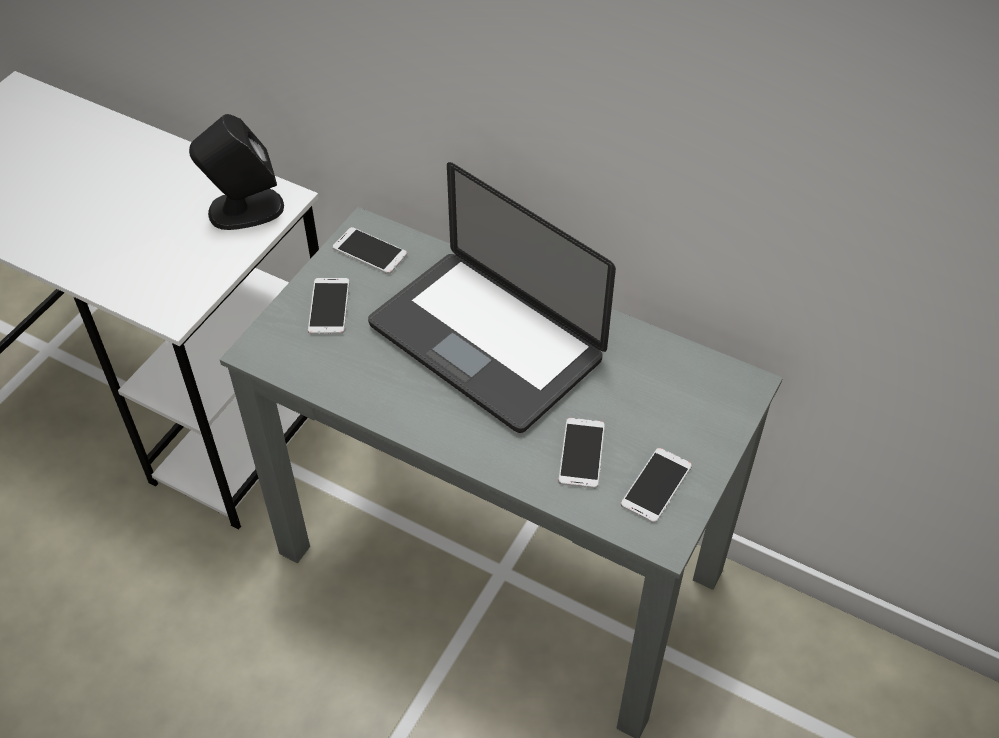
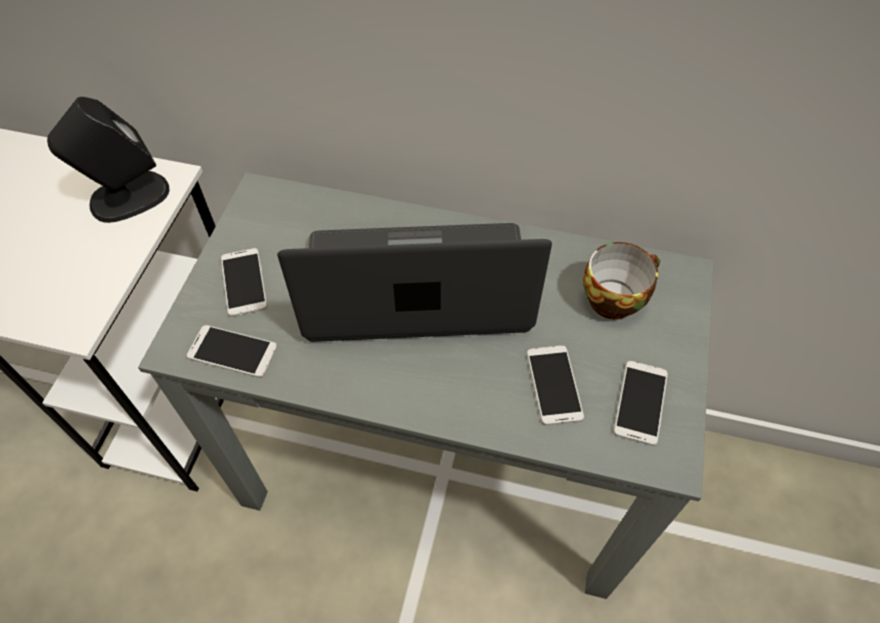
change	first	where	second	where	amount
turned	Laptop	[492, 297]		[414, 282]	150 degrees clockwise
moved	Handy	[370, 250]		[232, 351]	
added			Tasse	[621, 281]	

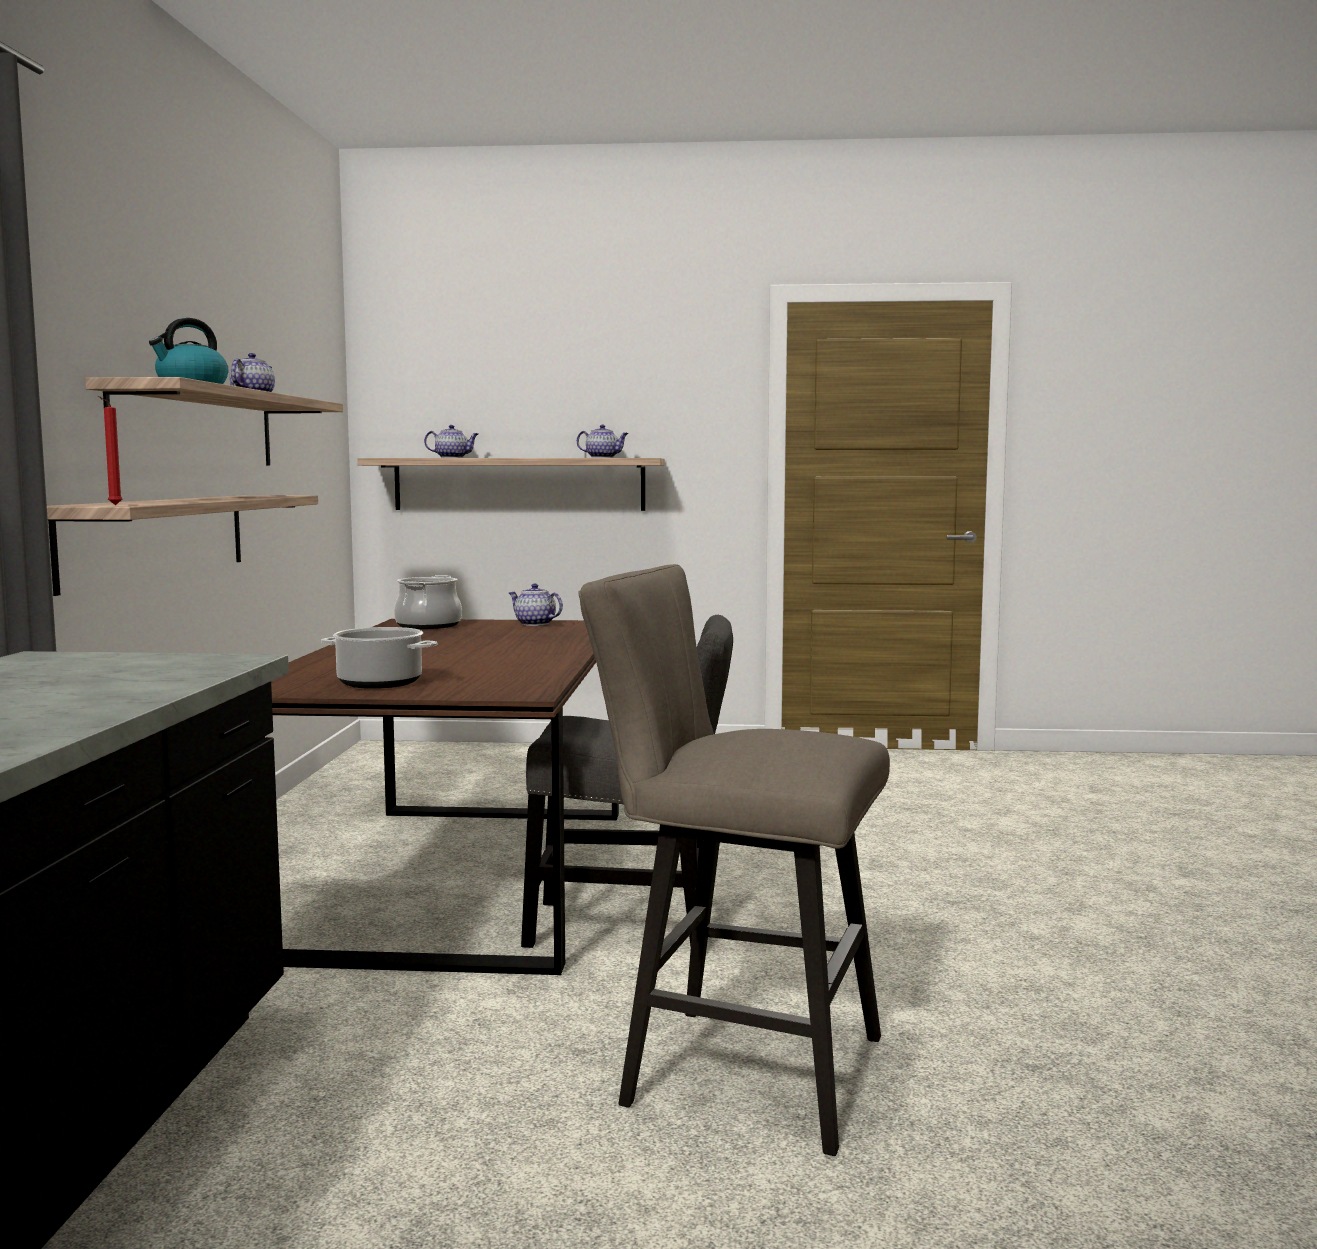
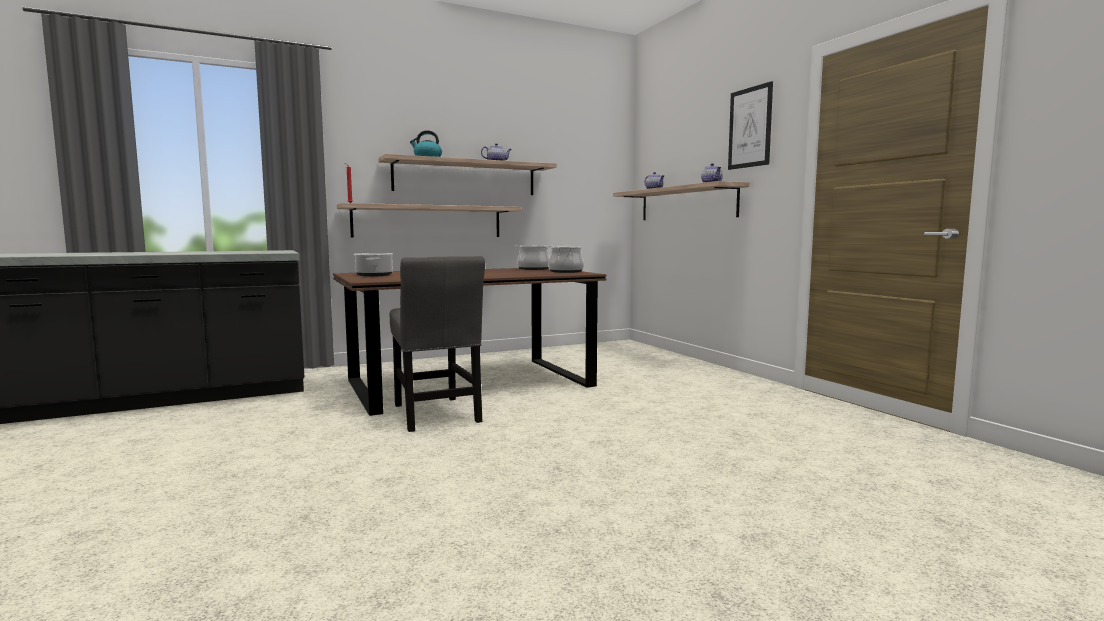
change	first	where	second	where	amount
removed	Hocker/beige	[734, 860]			
replaced	Teekanne	[536, 605]	Kochtopf	[566, 259]	
added			Bild	[750, 125]	

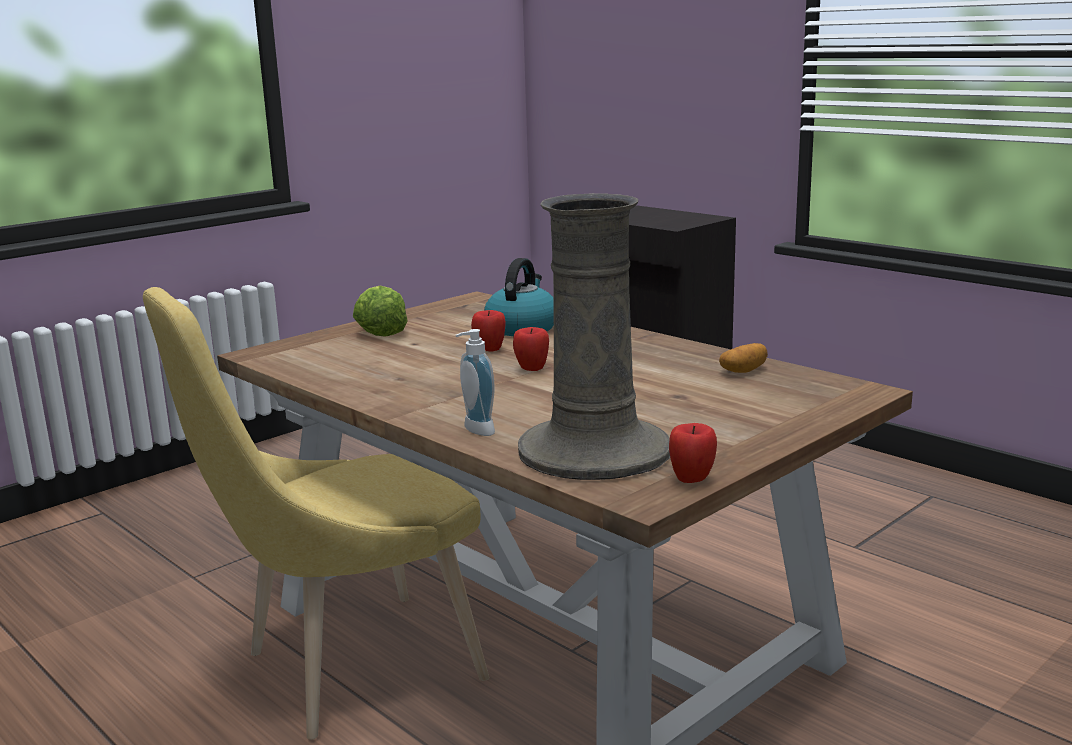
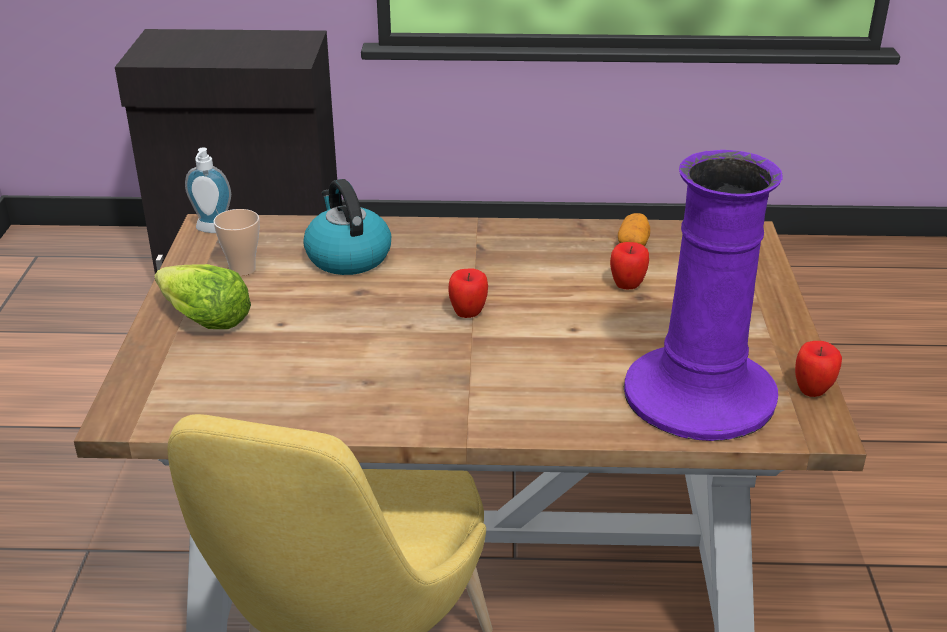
change	first	where	second	where	amount
recoloured	Vase/beige	[594, 336]	Vase/lila	[703, 295]	
moved	Apfel	[488, 331]		[629, 265]	
moved	Seifenspender	[475, 382]		[208, 190]	
added			Tasse	[236, 242]	

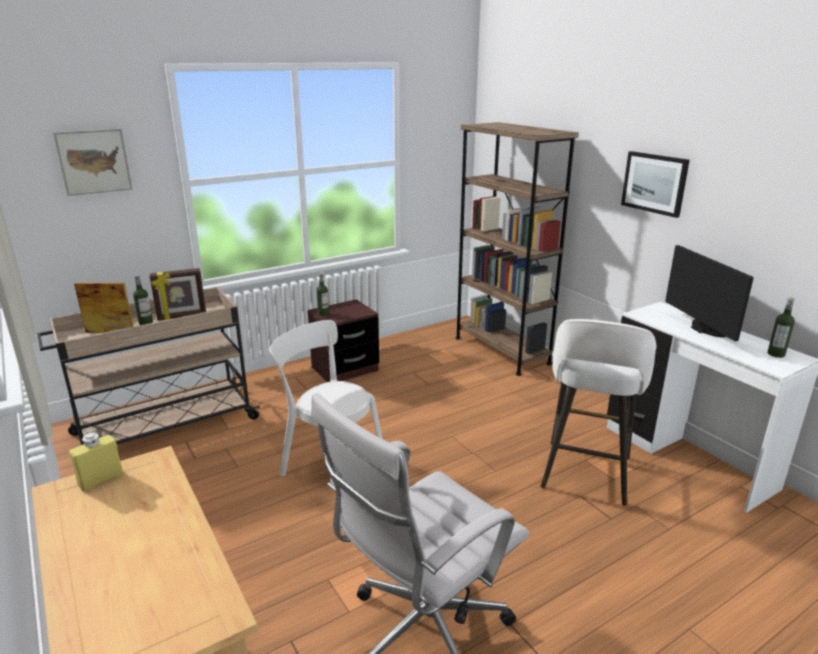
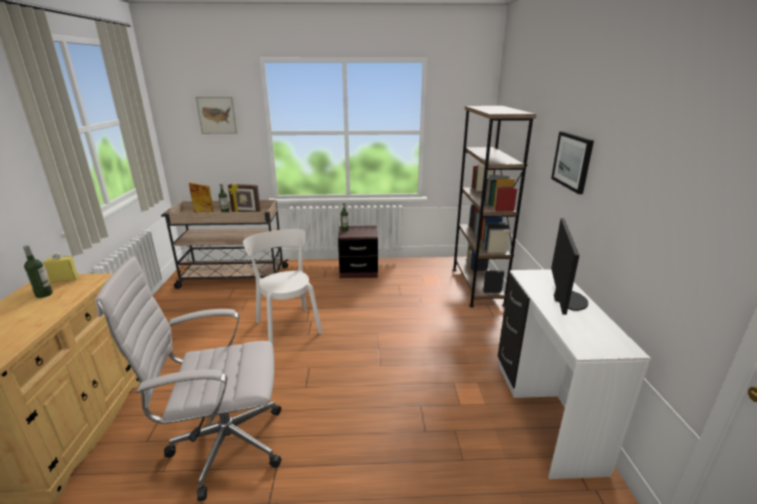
change	first	where	second	where	amount
moved	Flasche	[781, 327]		[38, 271]	
removed	Hocker/weiß	[598, 412]			

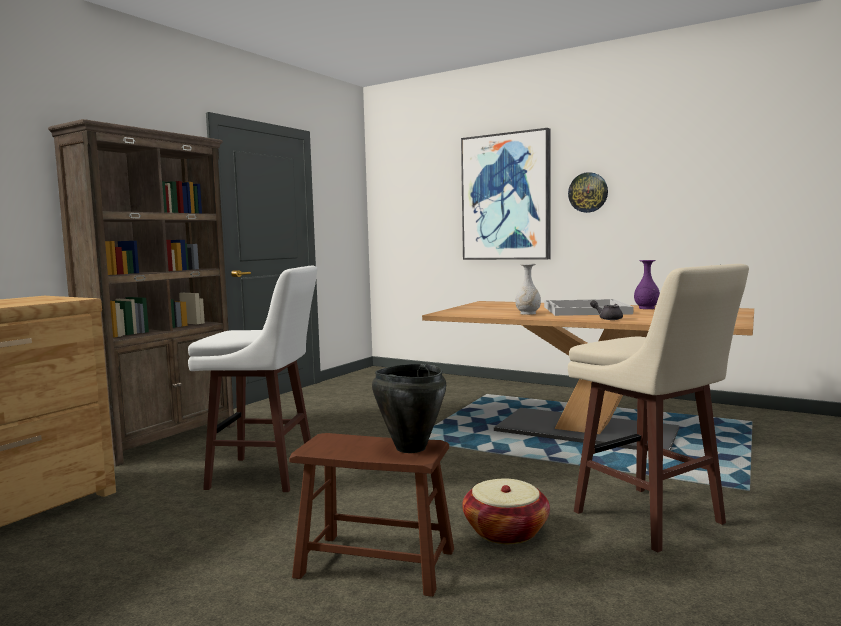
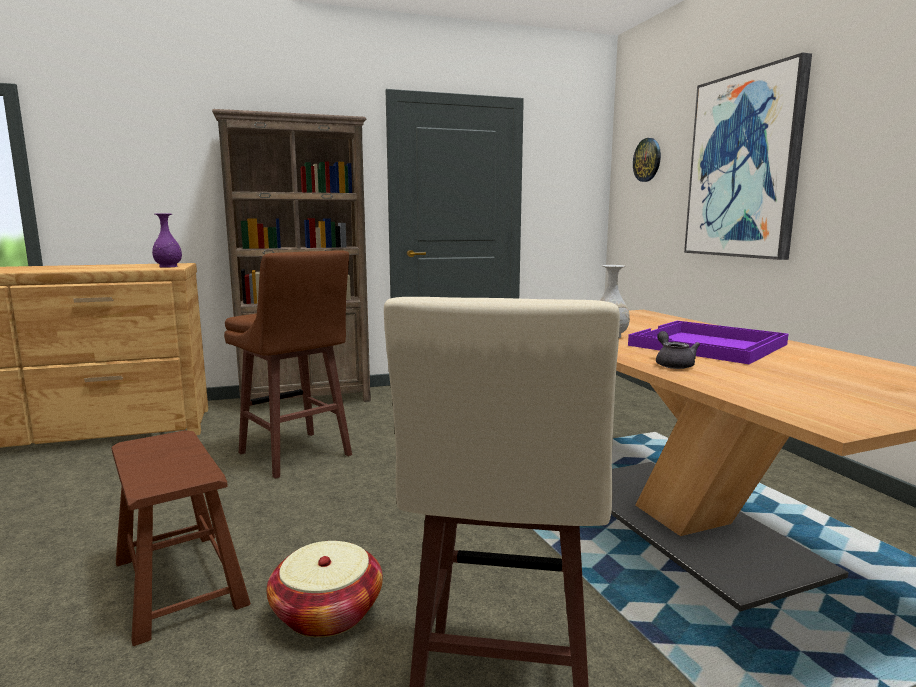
change	first	where	second	where	amount
moved	Wanduhr	[588, 192]		[647, 160]	
moved	Vase/lila	[647, 284]		[167, 241]	
recoloured	Hocker/weiß	[252, 379]	Hocker/braun	[288, 364]	
recoloured	Tablett/weiß	[588, 307]	Tablett/lila	[708, 342]	
removed	Kochtopf/schwarz	[409, 408]			

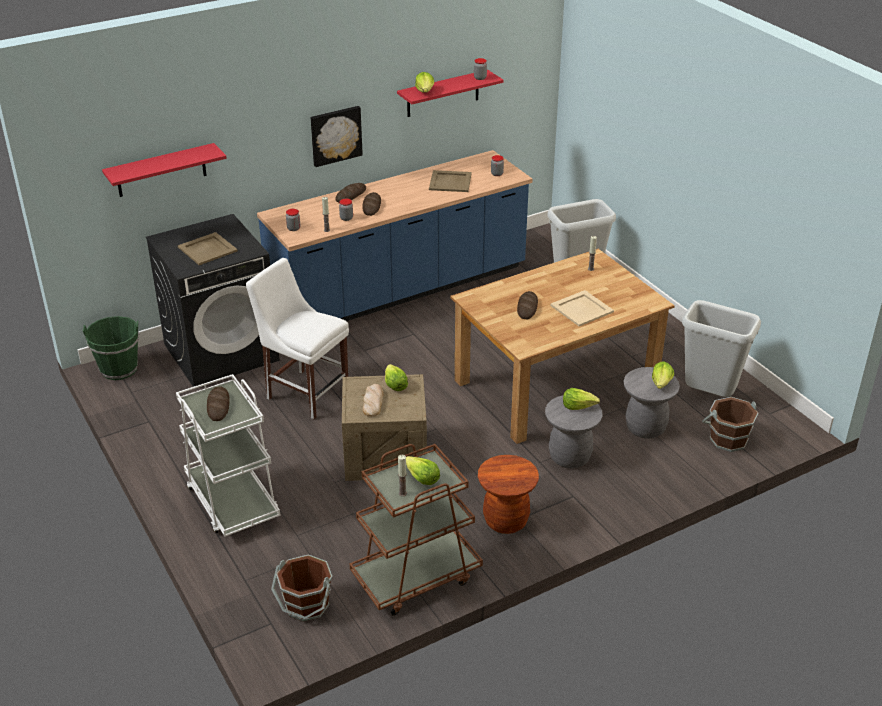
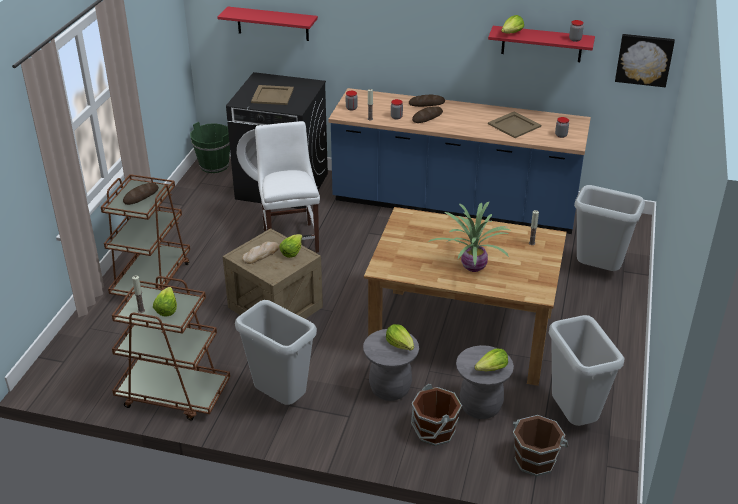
change	first	where	second	where	amount
moved	Bild	[337, 136]		[645, 60]	
replaced	Tablett/beige	[582, 308]	Topfpflanze	[469, 237]	
removed	Brot	[527, 305]			
recoloured	Rollwagen/weiß	[228, 455]	Rollwagen/braun	[145, 235]	
replaced	Hocker/braun	[508, 494]	Mülleimer/grau	[276, 352]	
moved	Eimer/braun	[301, 588]		[436, 415]	

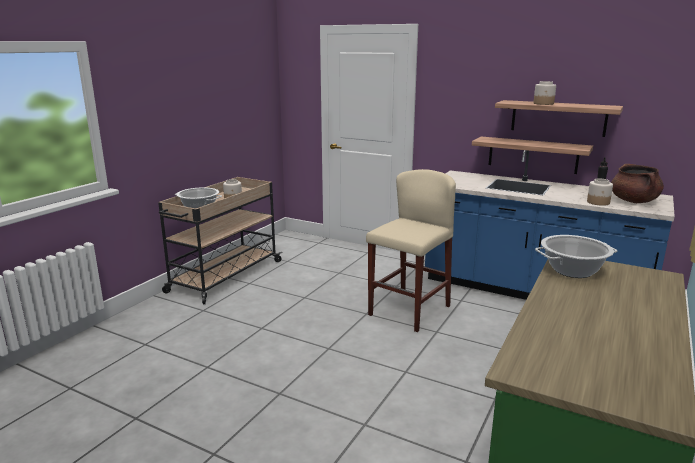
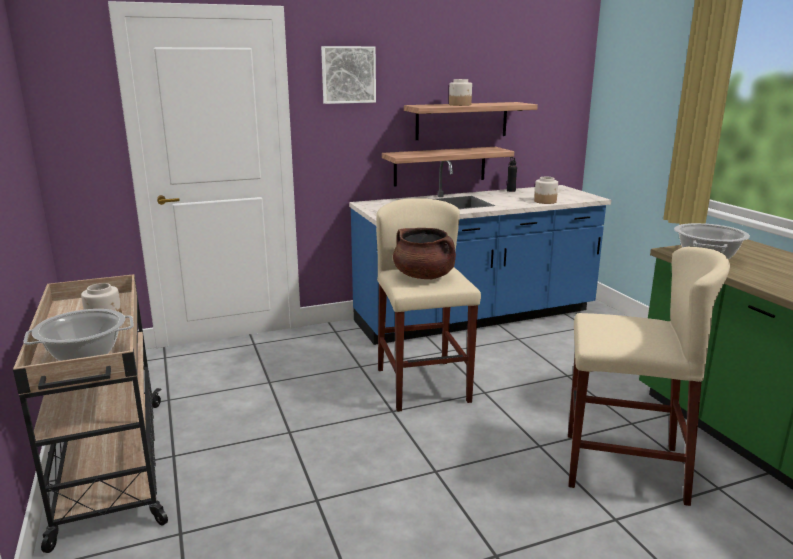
change	first	where	second	where	amount
moved	Kochtopf/braun	[637, 183]		[424, 253]	
added			Bild	[348, 75]	
added			Hocker/beige	[649, 376]	

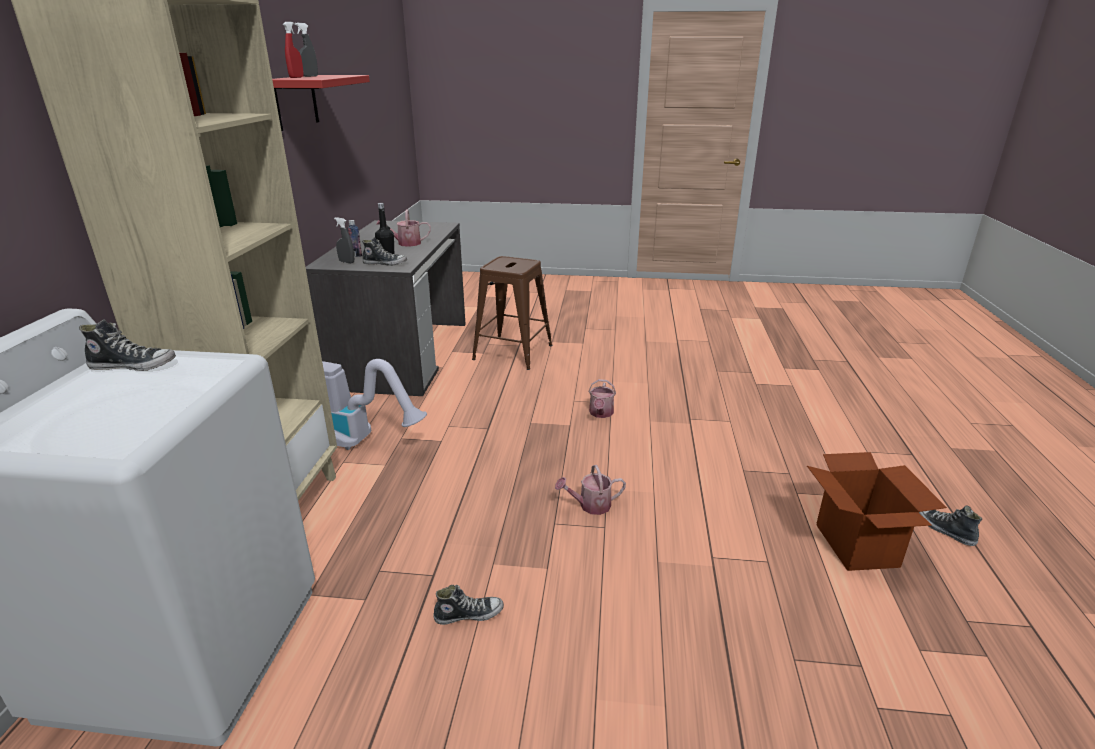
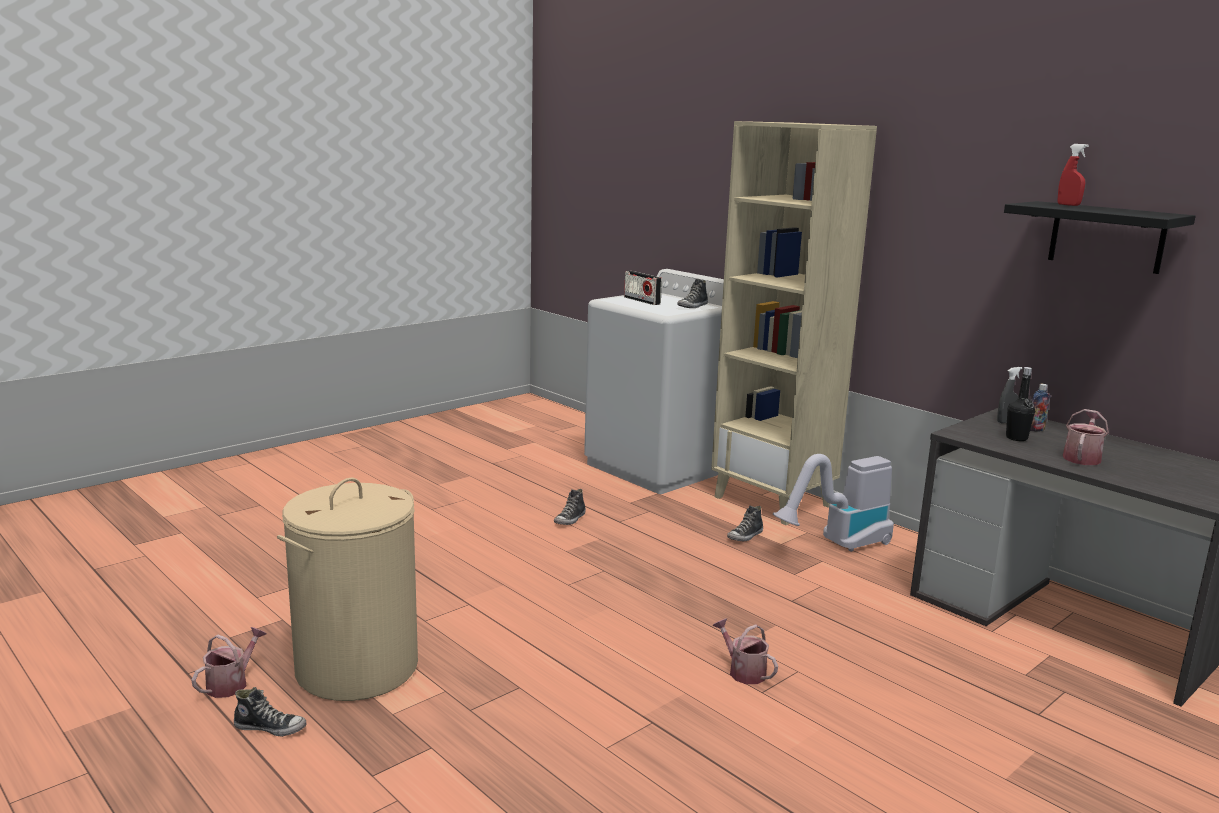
change	first	where	second	where	amount
removed	Sprühflasche/grau	[306, 50]			
recoloured	Wandregal/rot	[321, 103]	Wandregal/schwarz	[1100, 237]	
moved	Schuh	[384, 251]		[745, 523]	
removed	Hocker/braun	[512, 313]			
replaced	Karton	[877, 511]	Wäschekorb/beige	[347, 589]	
moved	Gießkanne	[590, 490]		[229, 662]	
added			Radio	[643, 288]	

